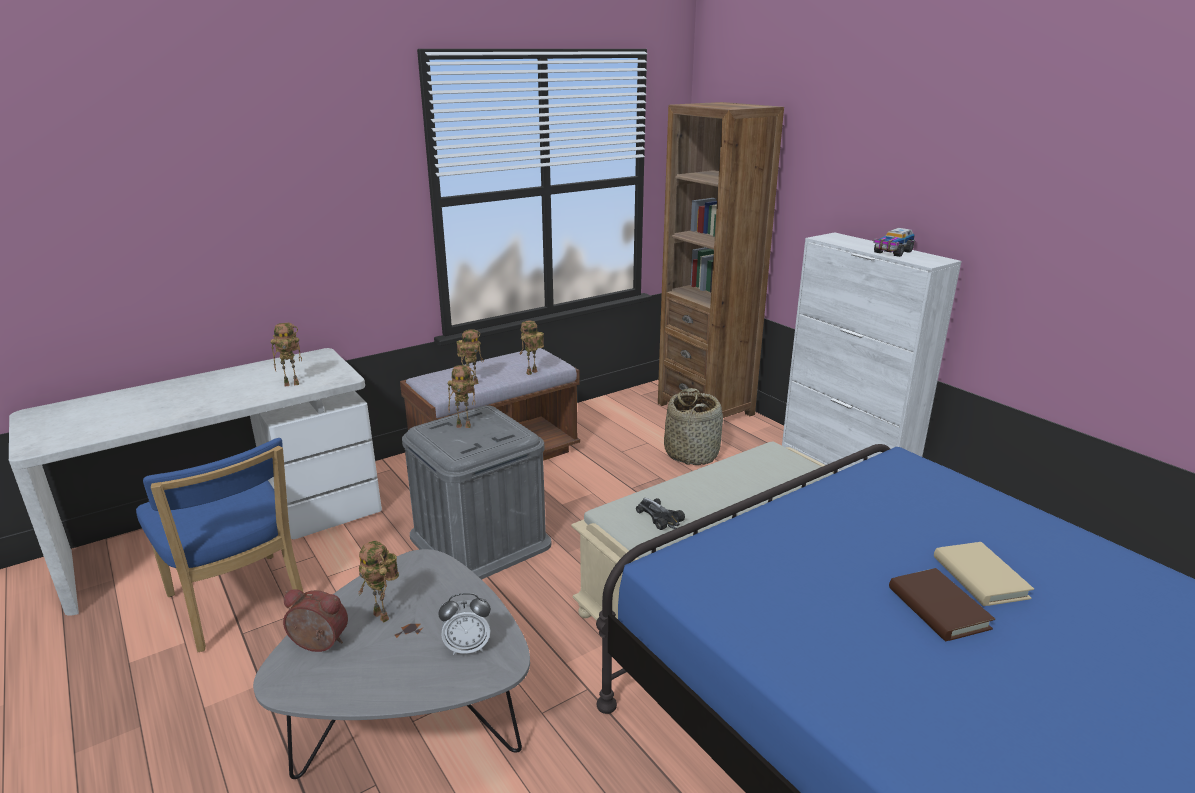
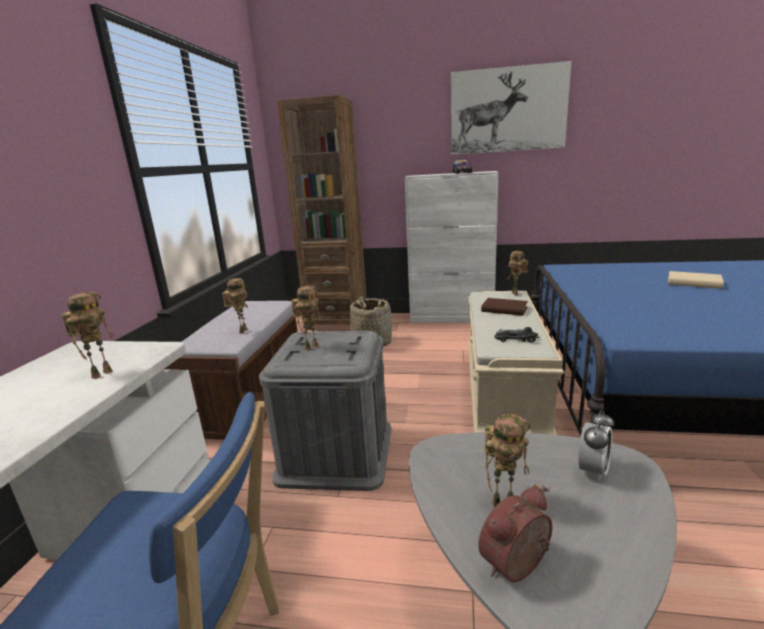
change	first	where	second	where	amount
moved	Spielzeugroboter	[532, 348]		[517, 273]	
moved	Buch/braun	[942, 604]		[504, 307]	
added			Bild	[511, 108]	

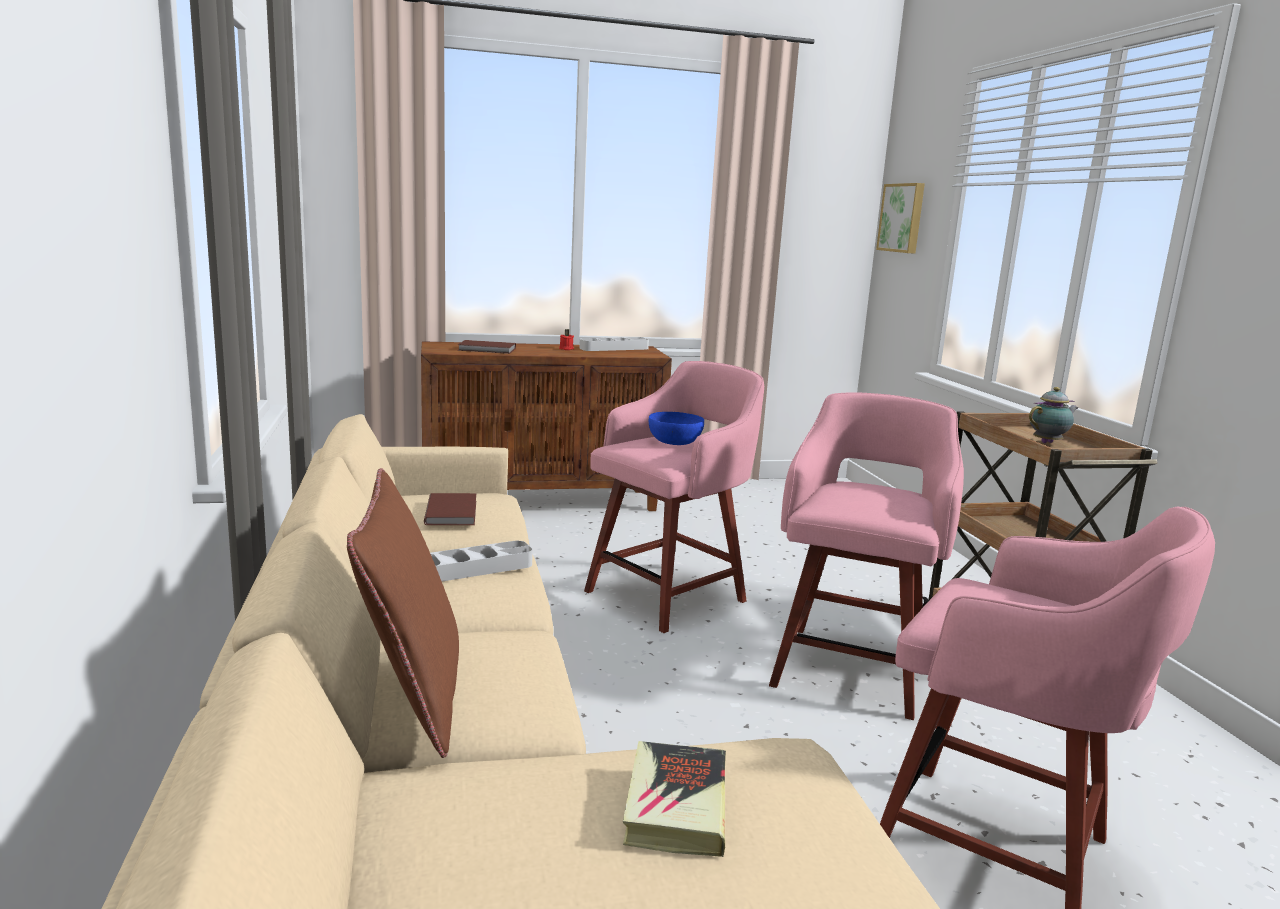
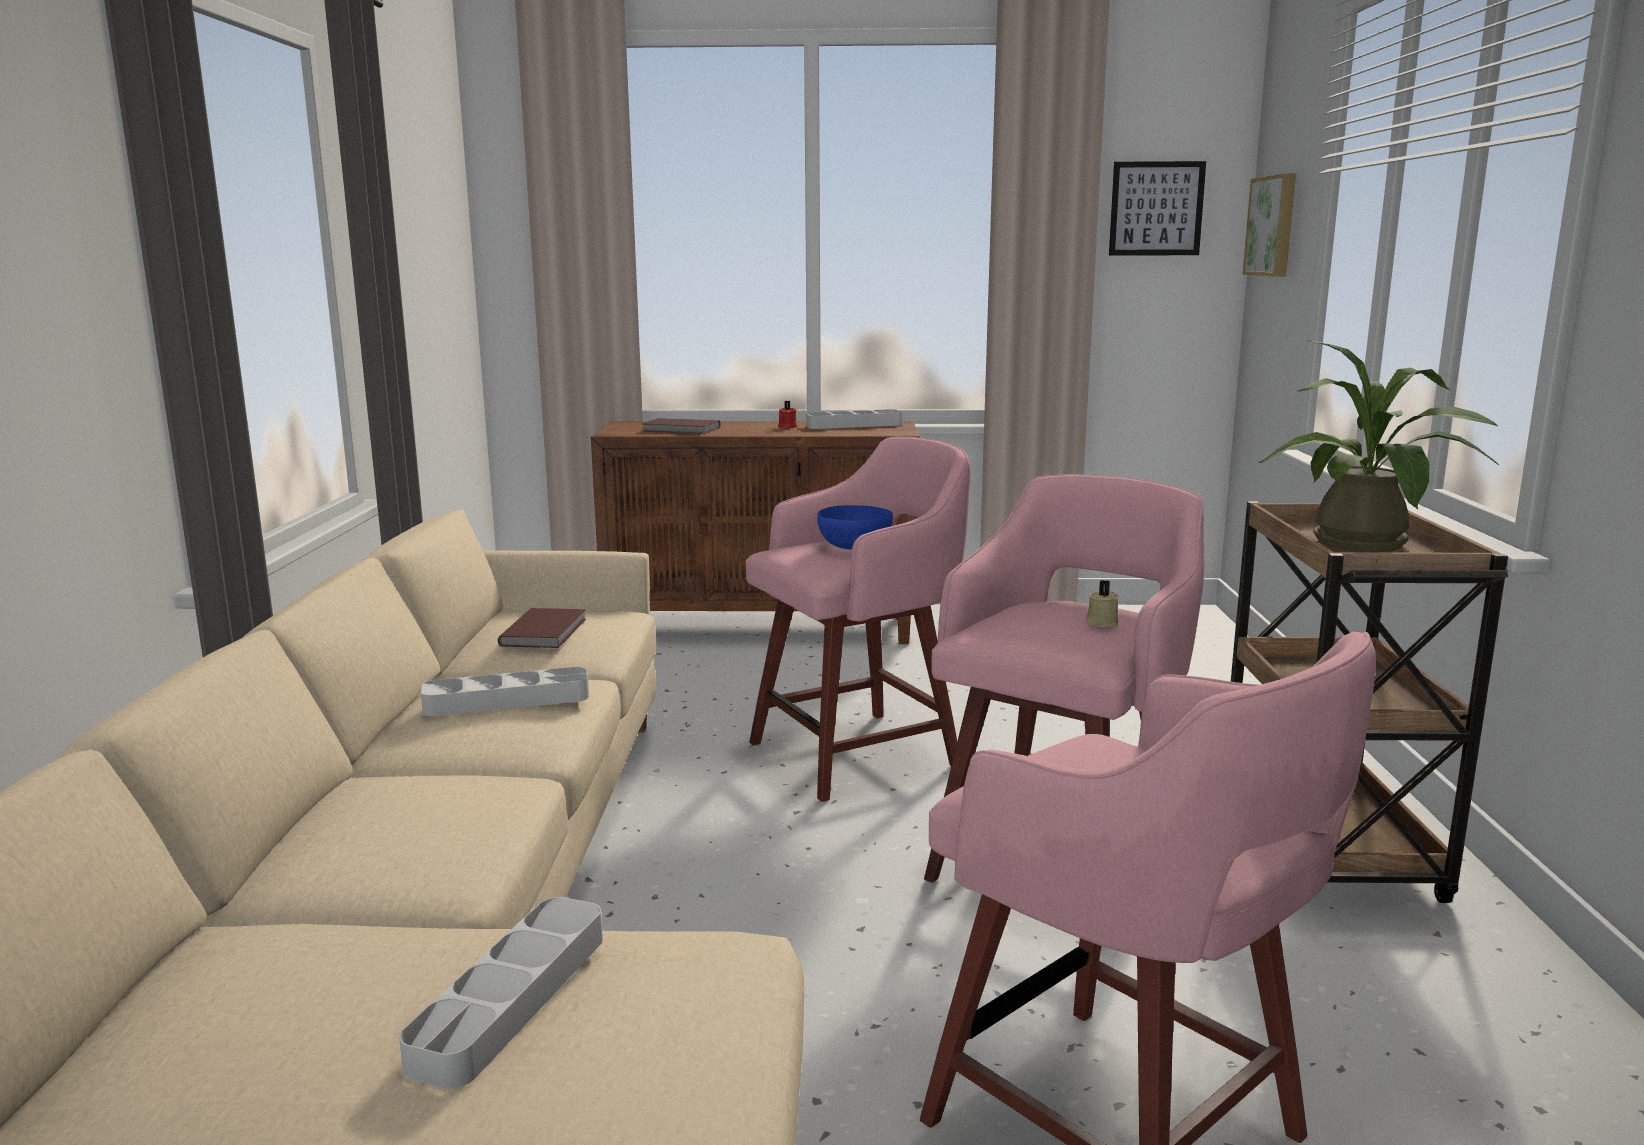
change	first	where	second	where	amount
replaced	Teekanne	[1053, 415]	Topfpflanze	[1379, 446]	
removed	Kissen/braun	[403, 613]			
replaced	Buch	[674, 799]	Tablett/grau	[501, 993]	
added			Bild	[1157, 208]	
added			Kerze/beige	[1102, 603]	

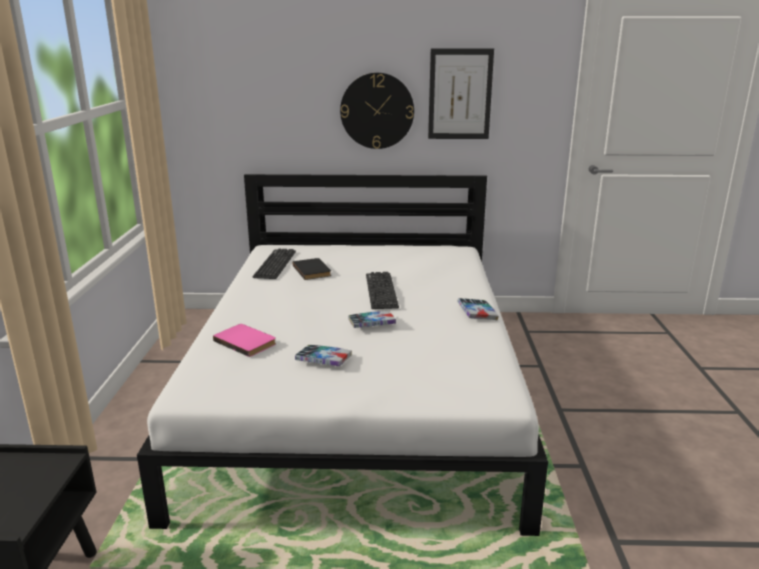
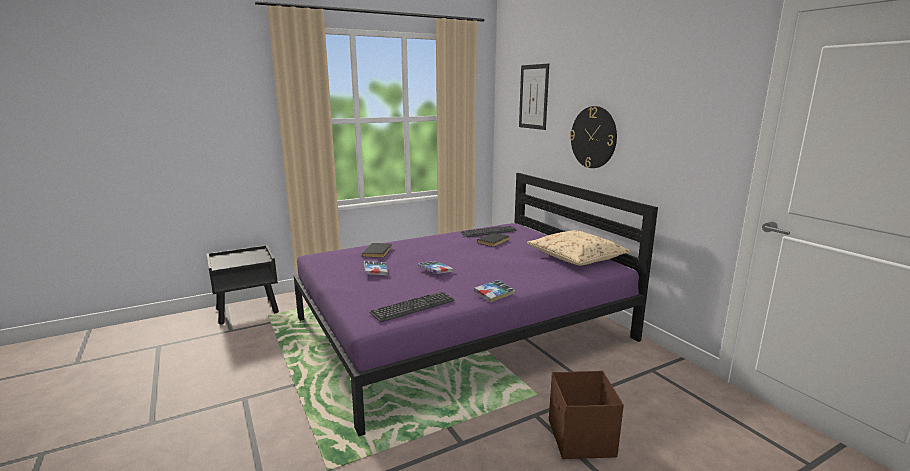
change	first	where	second	where	amount
moved	Bild	[461, 93]		[534, 97]	
recoloured	Bett/weiß	[342, 355]	Bett/lila	[475, 304]	
moved	Tastatur	[382, 290]		[412, 307]	
recoloured	Buch/rosa	[244, 340]	Buch/schwarz	[377, 250]	
added			Kissen/beige	[579, 247]	
added			Aufbewahrungsbox/braun	[586, 415]	

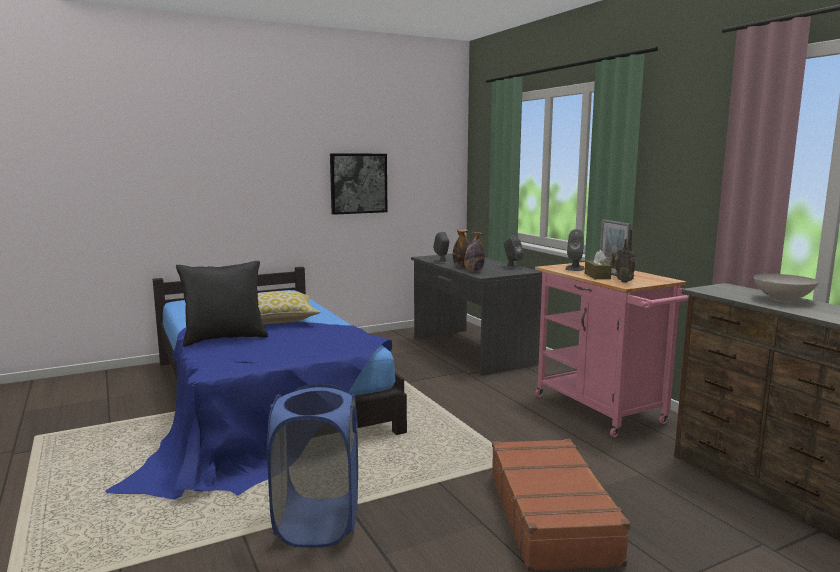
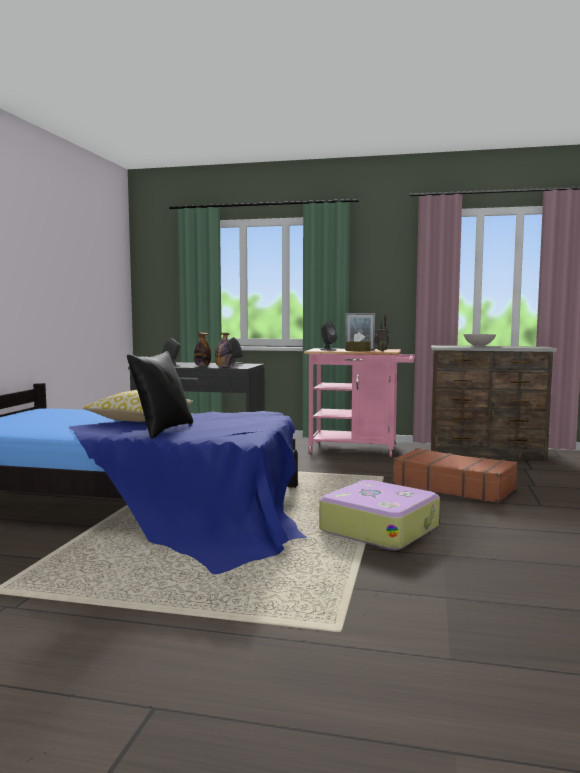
change	first	where	second	where	amount
removed	Bild	[359, 184]			
replaced	Wäschekorb/blau	[312, 466]	Koffer	[379, 515]	

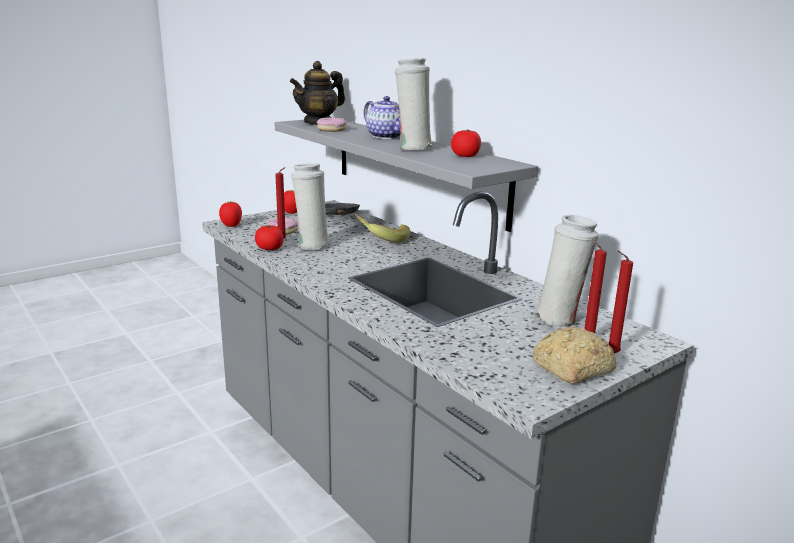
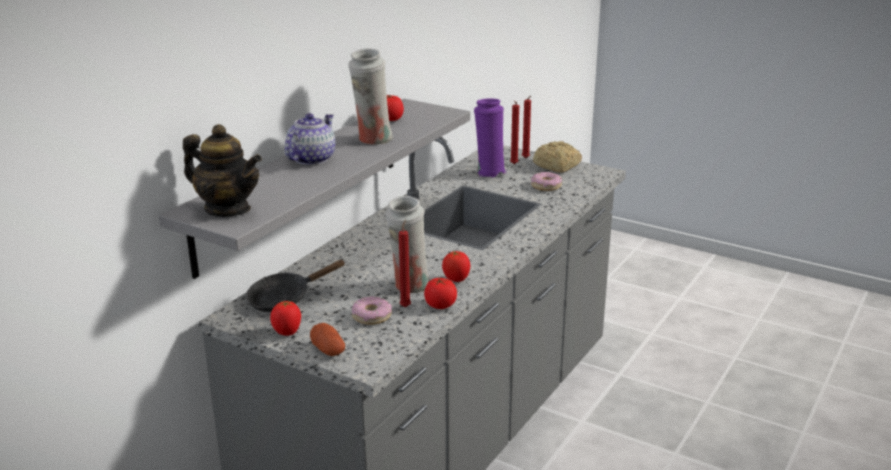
change	first	where	second	where	amount
moved	Donut	[332, 124]		[546, 181]	
moved	Tomate	[230, 214]		[456, 266]	
removed	Banane	[382, 228]			
recoloured	Vase/weiß	[566, 271]	Vase/lila	[490, 137]	
added			Kartoffel	[327, 339]	

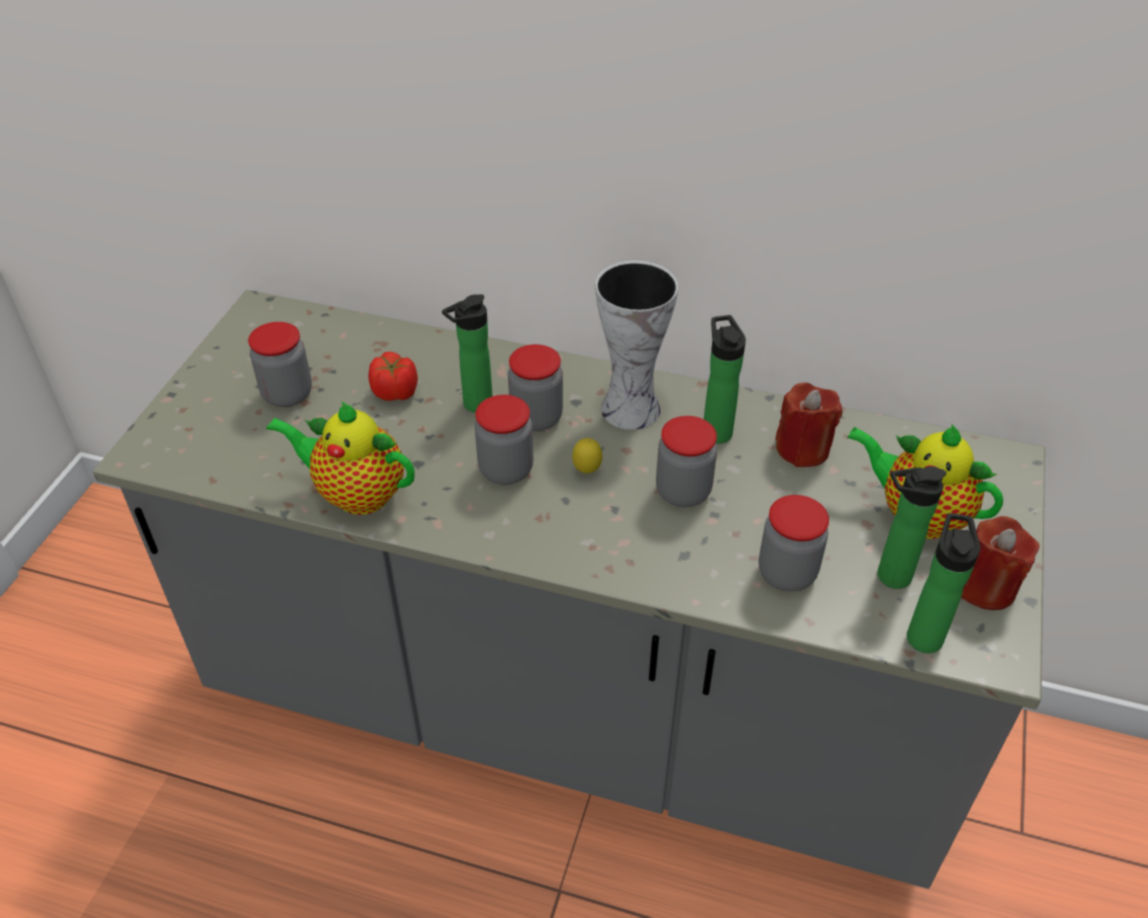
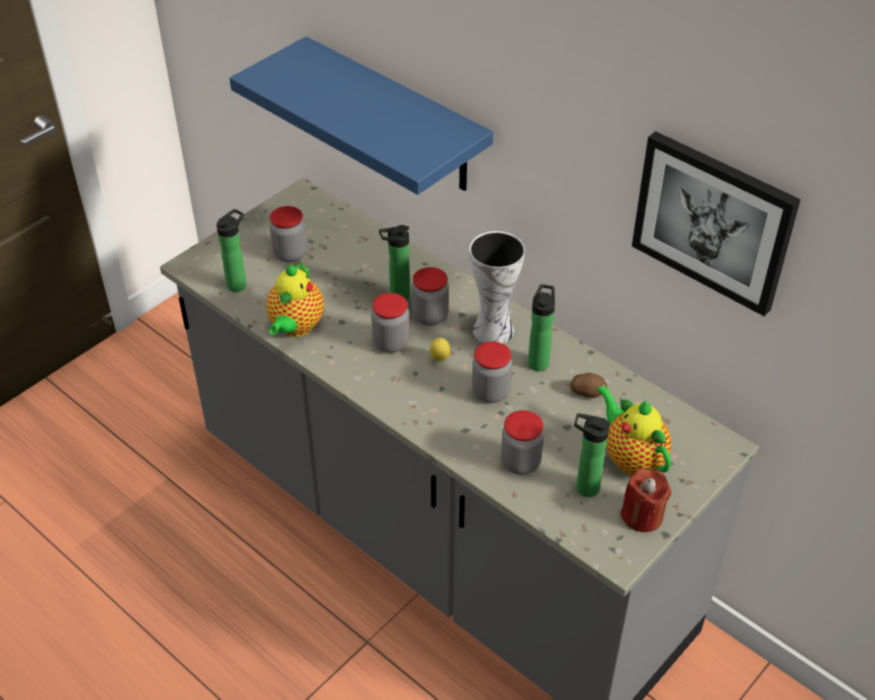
change	first	where	second	where	amount
removed	Tomate	[393, 376]			
replaced	Kerze/rot	[808, 425]	Kartoffel	[588, 385]	
turned	Teekanne	[340, 458]		[295, 299]	120 degrees counterclockwise
moved	Flasche	[943, 583]		[232, 250]	
added			Wandregal/blau	[361, 115]	
added			Bild	[716, 223]	

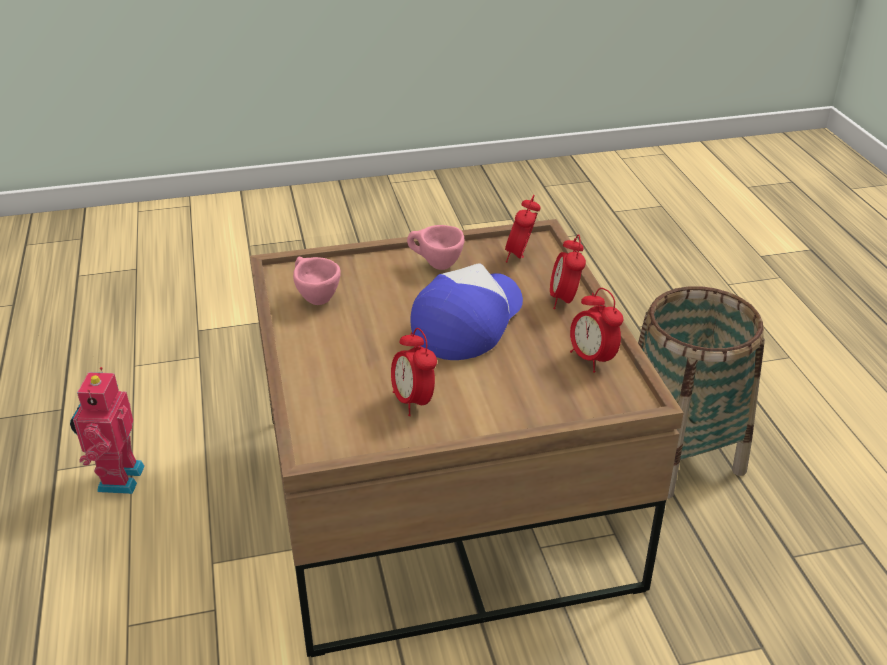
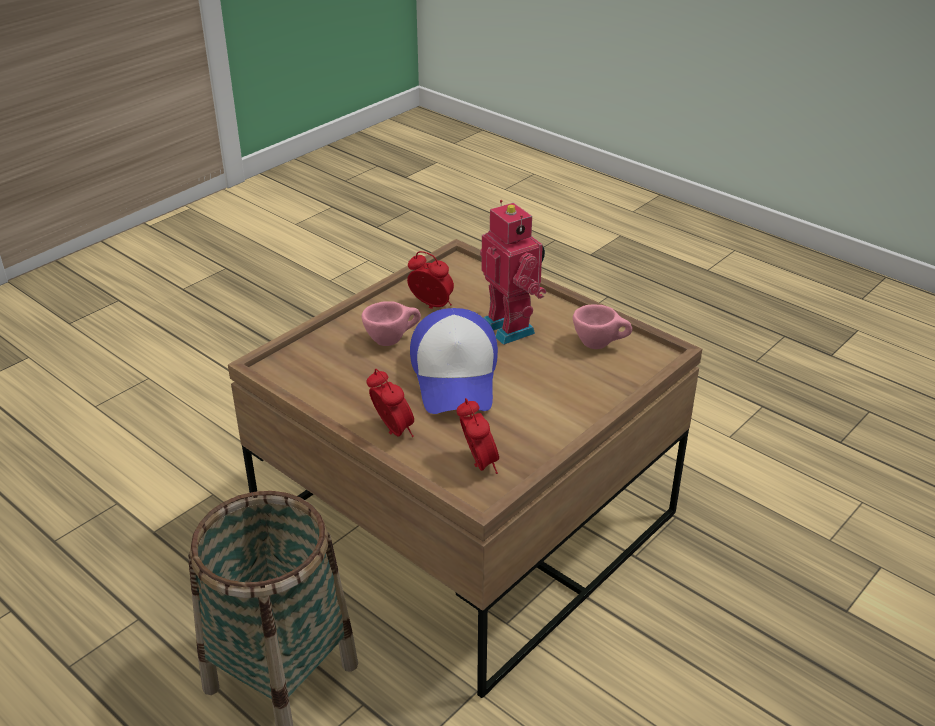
change	first	where	second	where	amount
moved	Tasse/rosa	[436, 247]		[391, 323]	
removed	Wecker	[596, 330]			
moved	Spielzeugroboter	[107, 430]		[513, 272]	

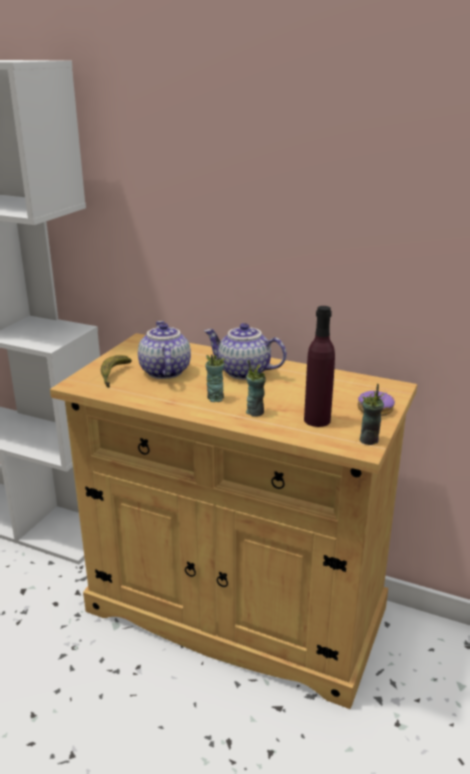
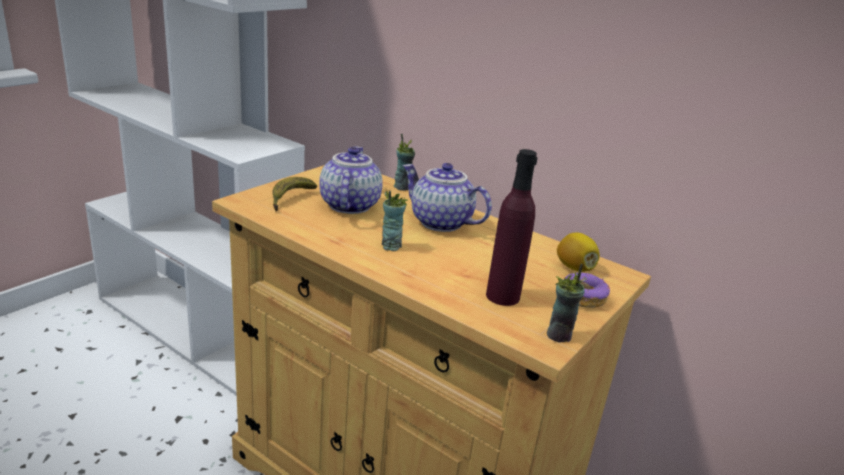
change	first	where	second	where	amount
moved	Tasse	[256, 388]		[404, 162]	
added			Zitrone	[578, 252]	

